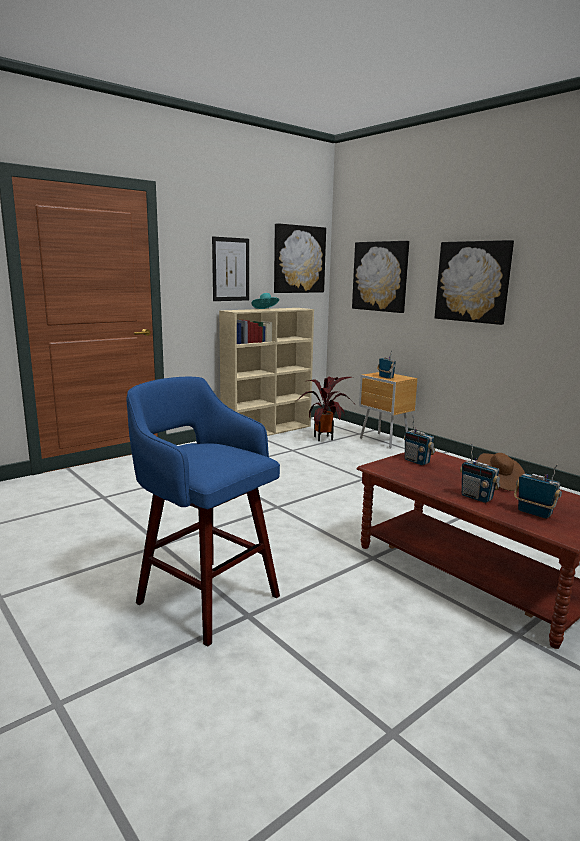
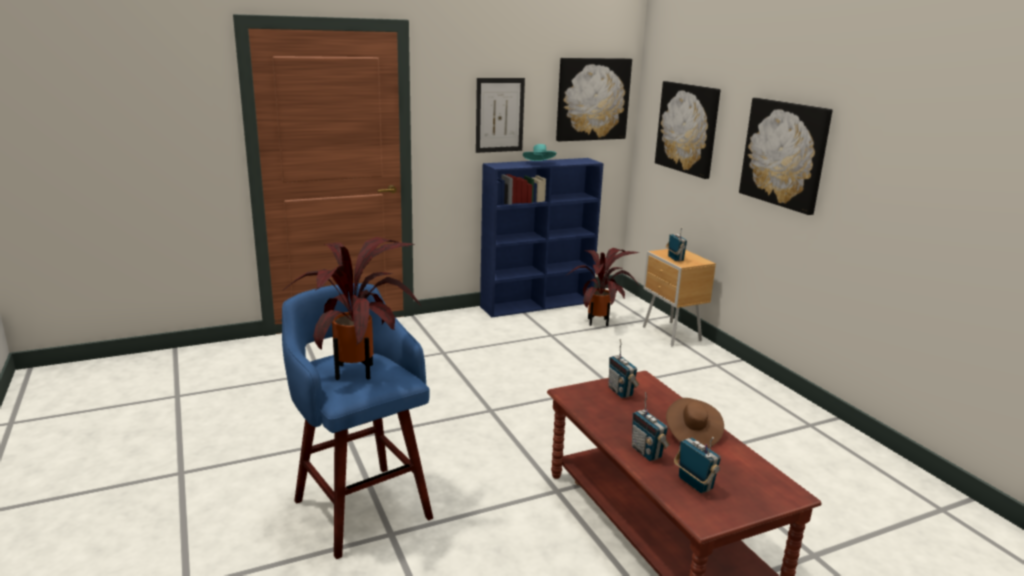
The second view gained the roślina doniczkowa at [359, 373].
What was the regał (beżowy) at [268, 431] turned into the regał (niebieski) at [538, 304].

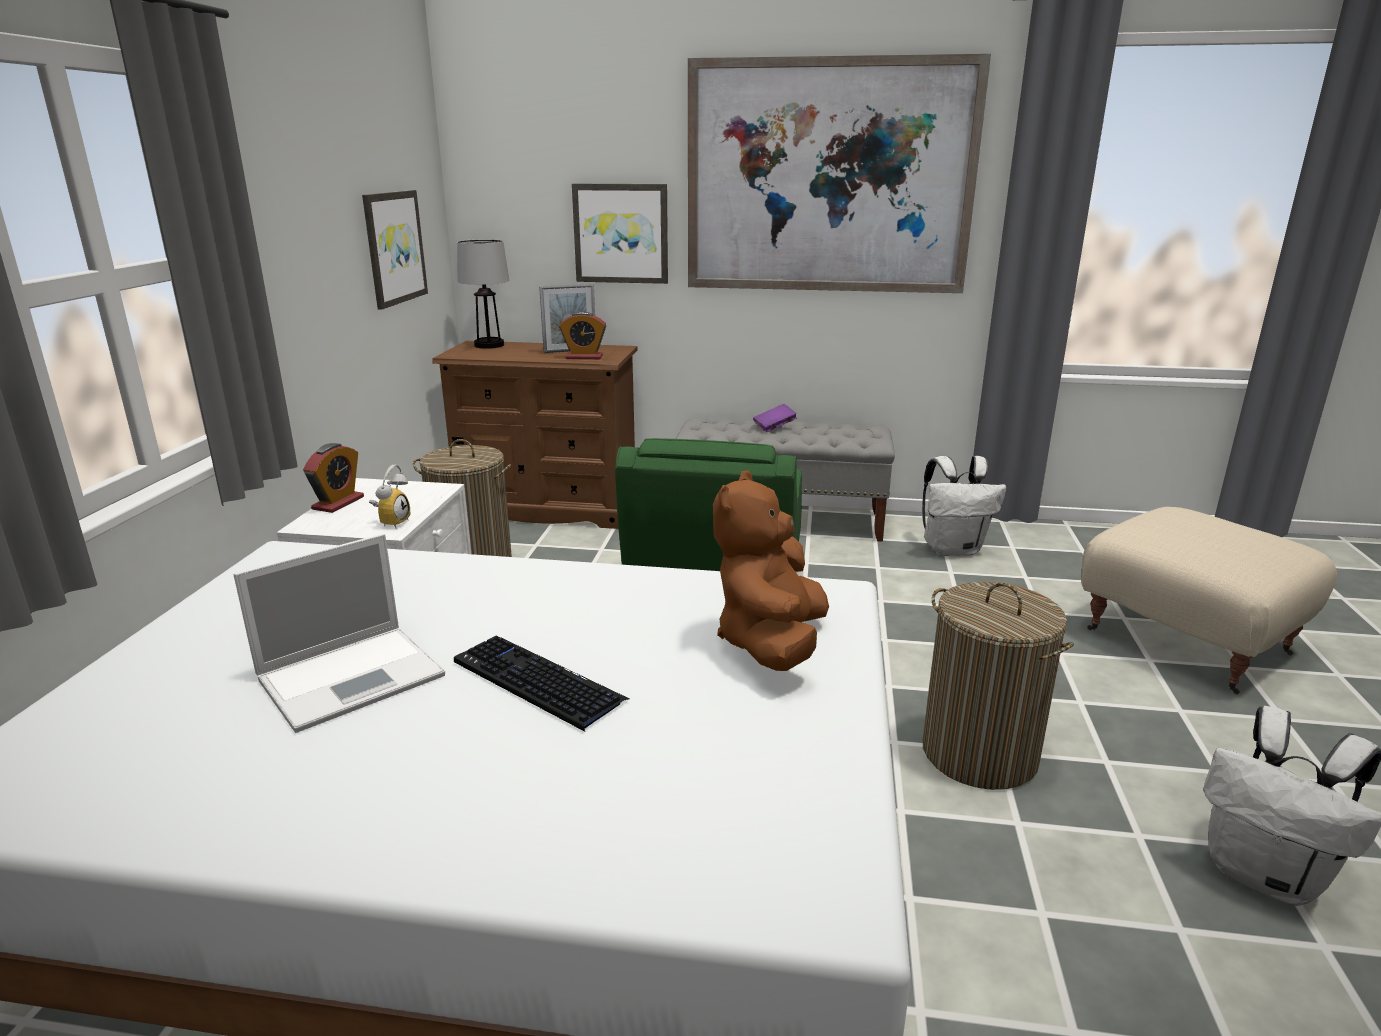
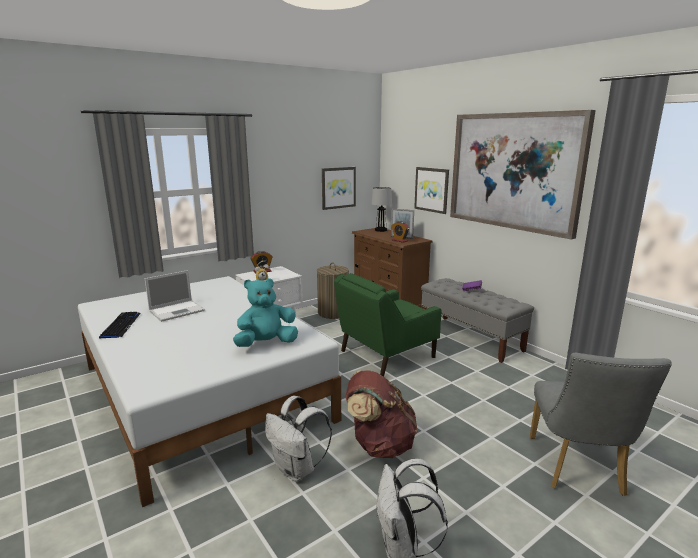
The klawiatura ended up elsewhere, having gone from [537, 682] to [121, 325].
The laptop at [354, 676] ended up facing another way, 45 degrees counterclockwise from before.
What was the pluszak (brązowy) at [771, 643] turned into the pluszak (turkusowy) at [266, 343].
The plecak (biały) ended up elsewhere, having gone from [953, 549] to [297, 469].
Where the kosz na pranie stood at [978, 753], the plecak (brązowy) came to stand at [379, 445].
Where the pufa (beżowy) stood at [1187, 641], the krzesło (szary) came to stand at [577, 470].

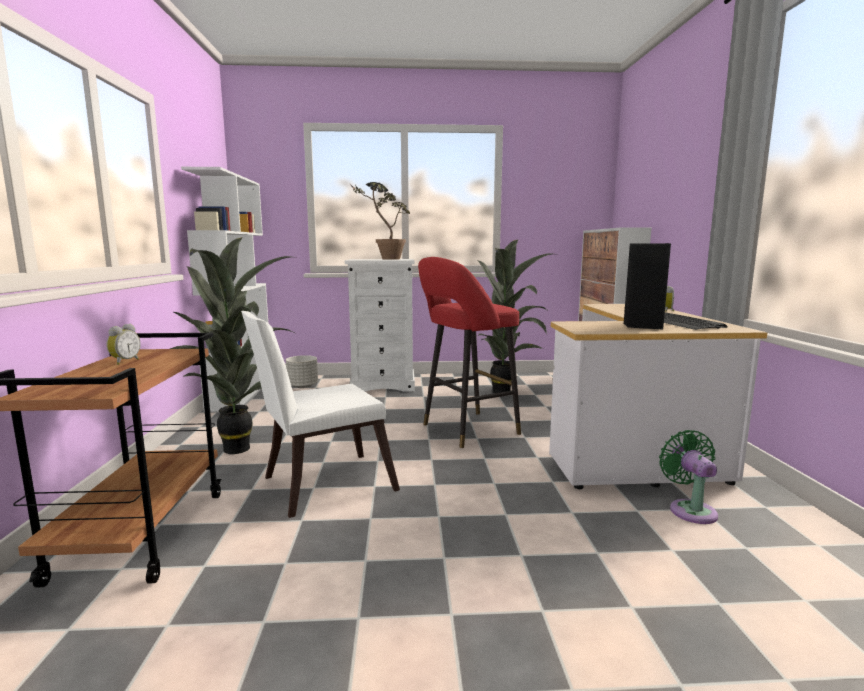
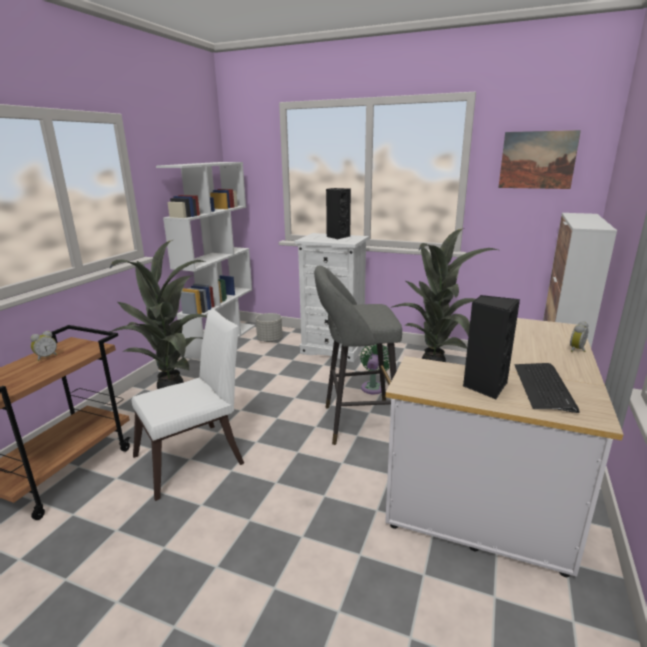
The krzesło (biały) at [320, 485] ended up facing another way, 150 degrees clockwise from before.
What was the stołek (czerwony) at [465, 430] turned into the stołek (szary) at [355, 422].
Where the roślina doniczkowa stood at [384, 259], the głośnik (czarny) came to stand at [337, 237].
The wentylator (zielony) ended up elsewhere, having gone from [690, 509] to [373, 386].
The second view gained the obraz at [537, 160].

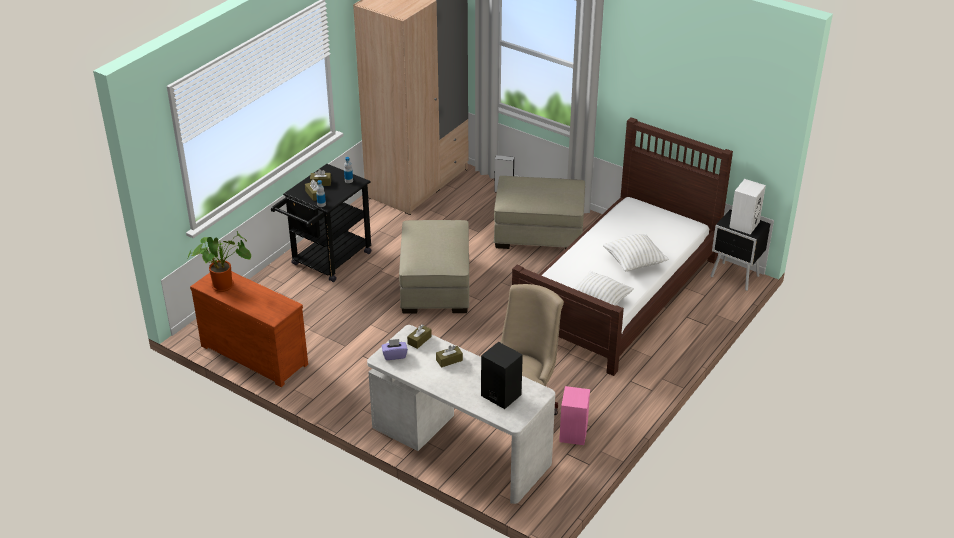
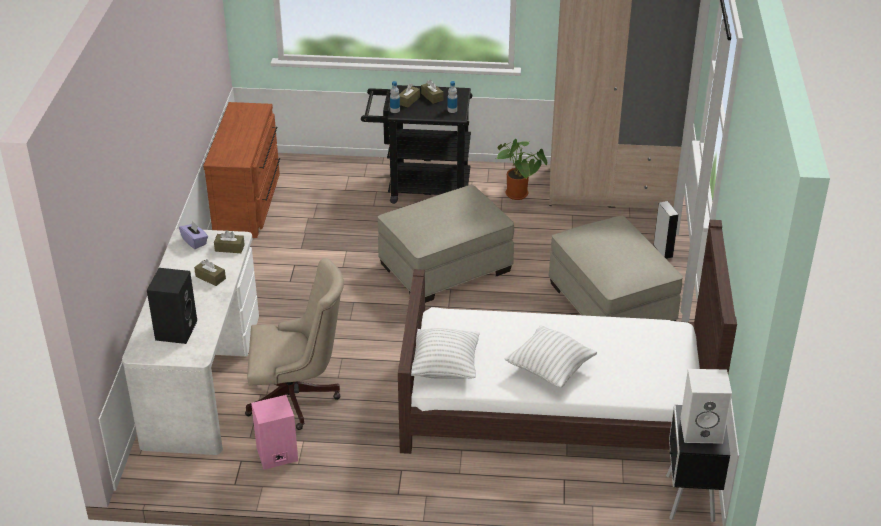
The roślina doniczkowa ended up elsewhere, having gone from [225, 285] to [519, 195].

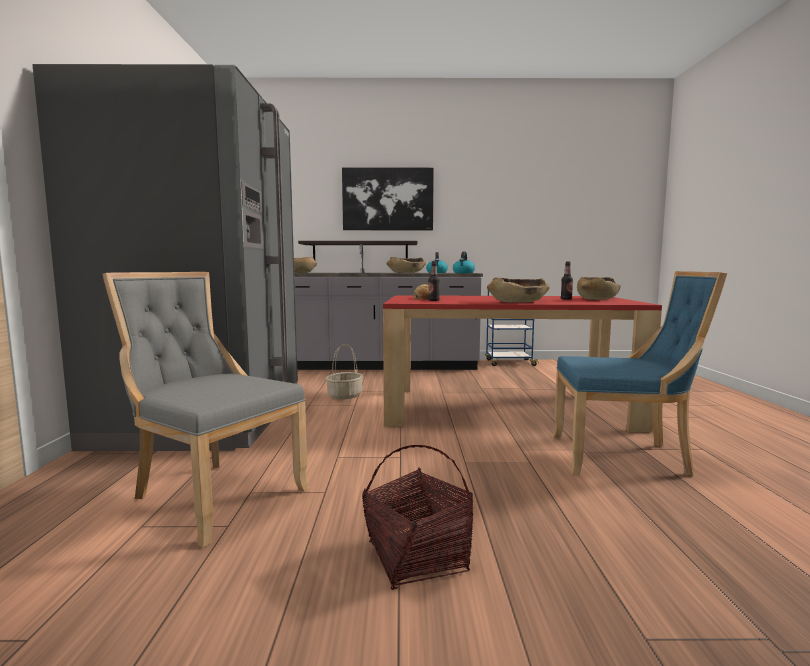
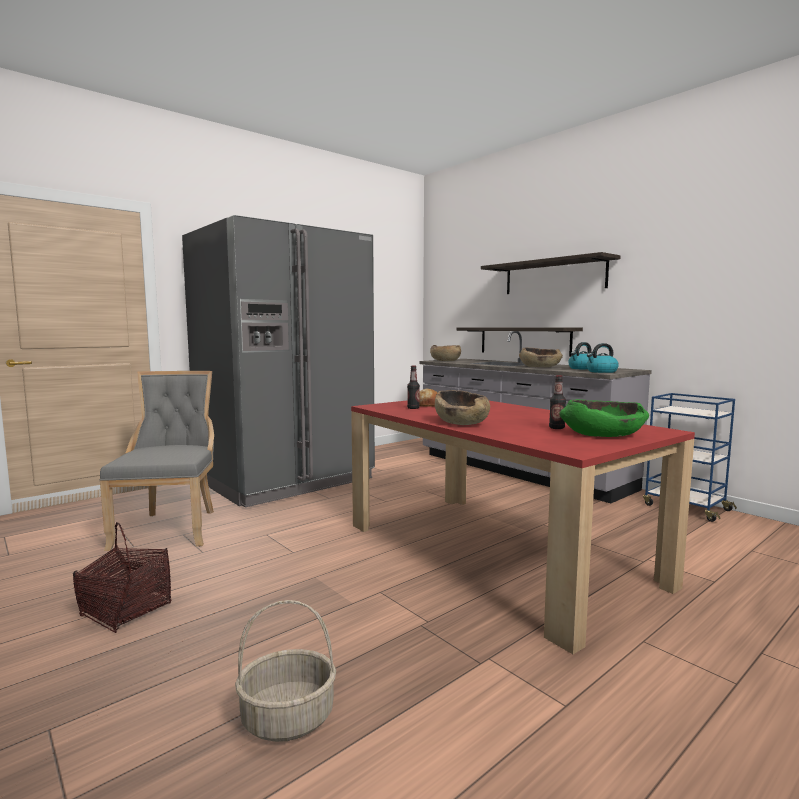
The koszyk ended up elsewhere, having gone from [345, 396] to [287, 719].
Where the obraz hung at [388, 199], the półka came to hang at [554, 276].
What was the miska (brązowy) at [597, 299] turned into the miska (zielony) at [602, 434].
The second view lost the krzesło (niebieski) at [624, 457].

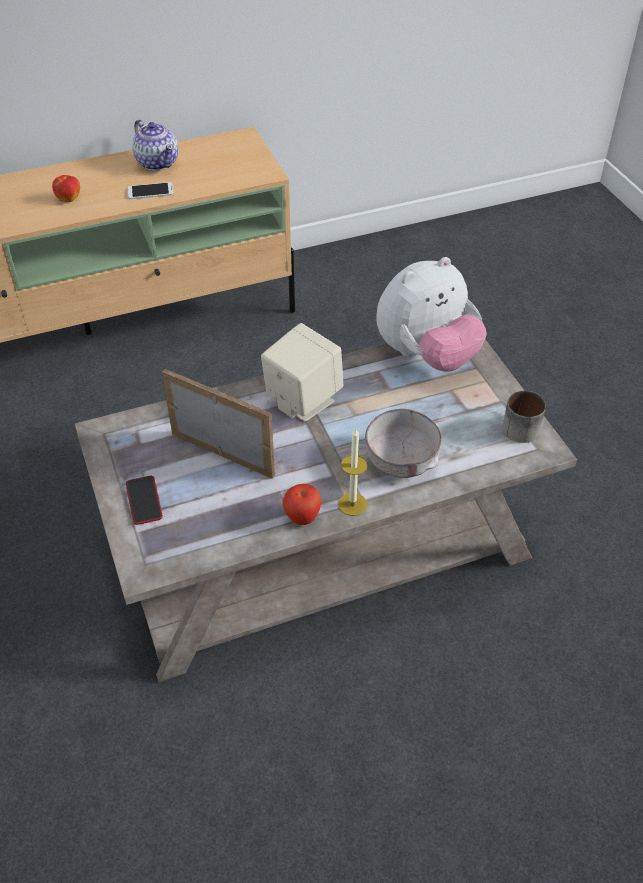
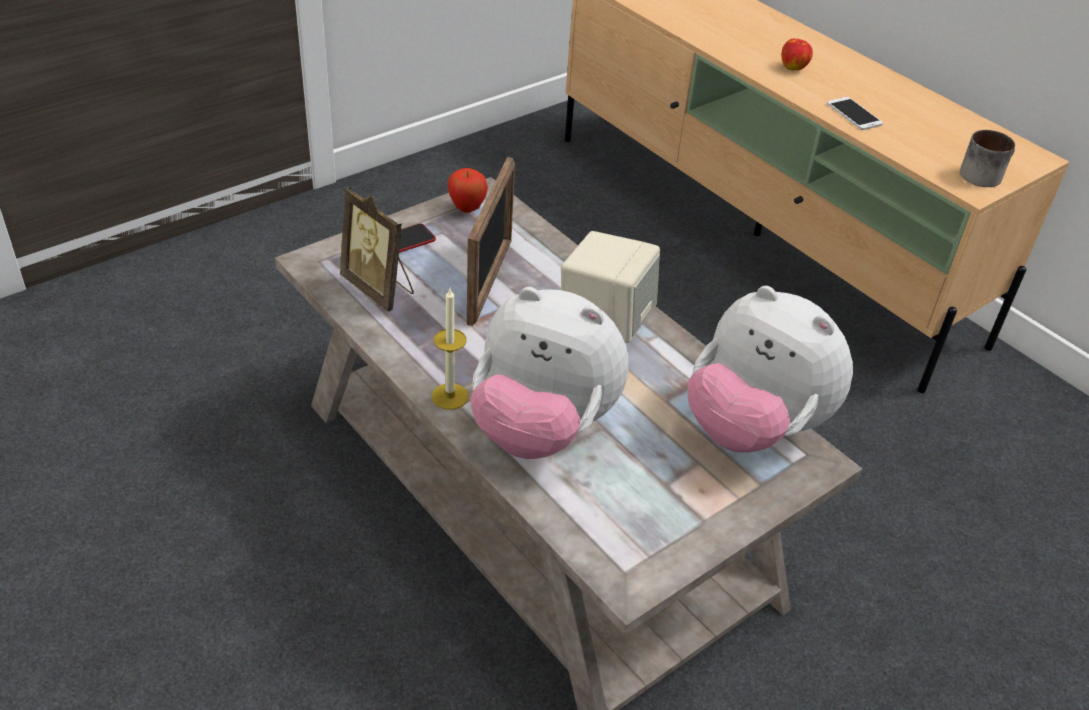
The second view gained the ramka na zdjęcie at [379, 288].
The jabłko ended up elsewhere, having gone from [302, 519] to [467, 208].
Where the miska (szary) stood at [401, 459], the pluszak came to stand at [542, 429].
The kubek ended up elsewhere, having gone from [517, 426] to [983, 174].
The second view lost the imbryk at [157, 162].

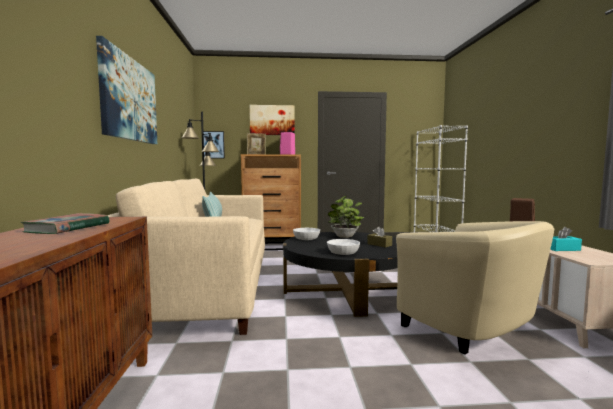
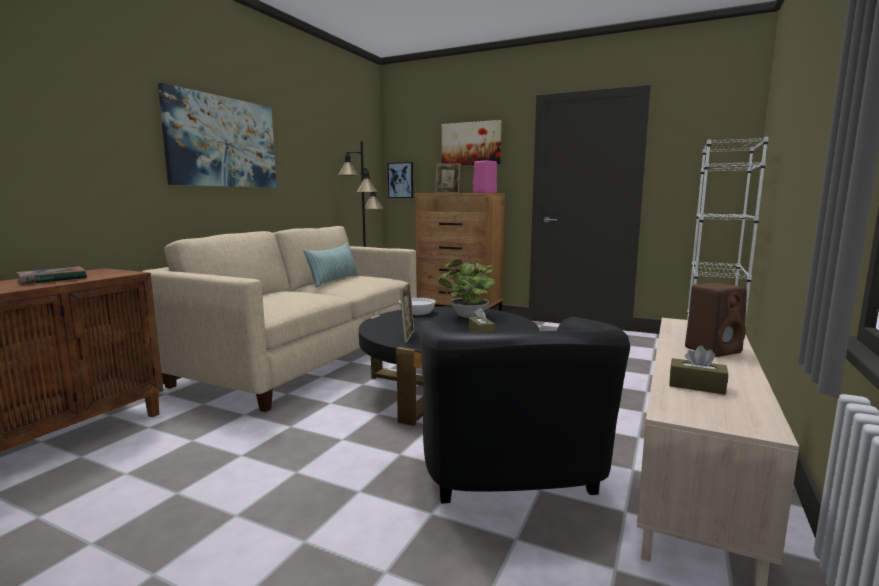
Where the miska (biały) stood at [342, 252], the ramka na zdjęcie came to stand at [407, 336].
What was the fotel (beżowy) at [471, 330] turned into the fotel (czarny) at [512, 480].
What was the pudełko chusteczek (turkusowy) at [562, 249] turned into the pudełko chusteczek (brązowy) at [696, 386].

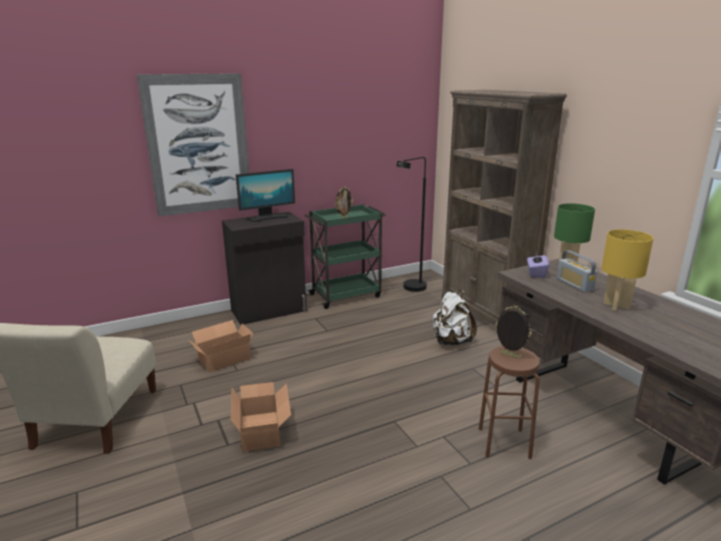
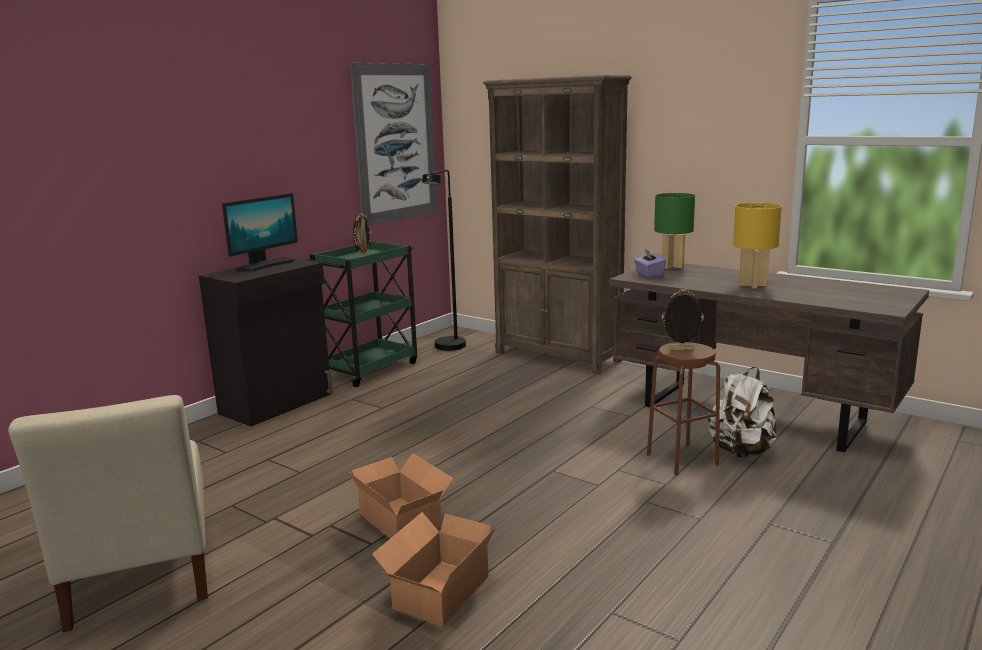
The obraz ended up elsewhere, having gone from [198, 145] to [395, 143].
The karton ended up elsewhere, having gone from [222, 358] to [437, 592].
The plecak (biały) ended up elsewhere, having gone from [451, 341] to [741, 452].
The second view lost the radio at [574, 284].

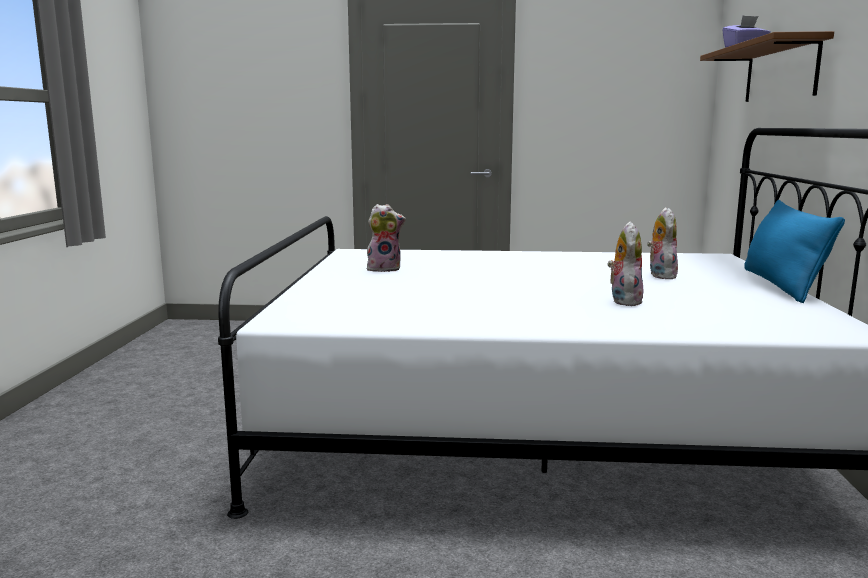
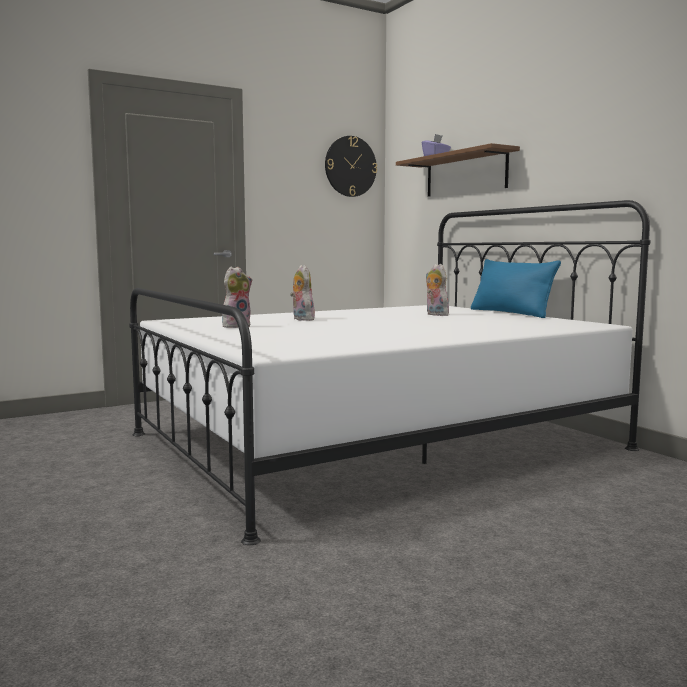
The pluszak ended up elsewhere, having gone from [623, 301] to [301, 319].
The second view gained the zegar ścienny at [350, 166].

